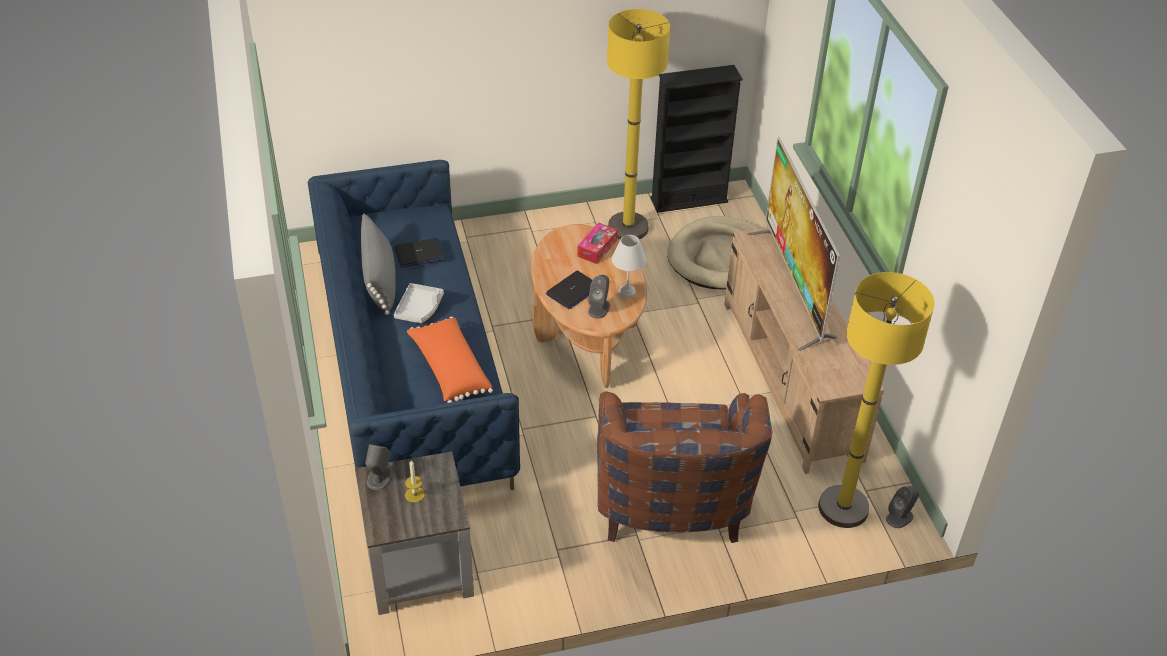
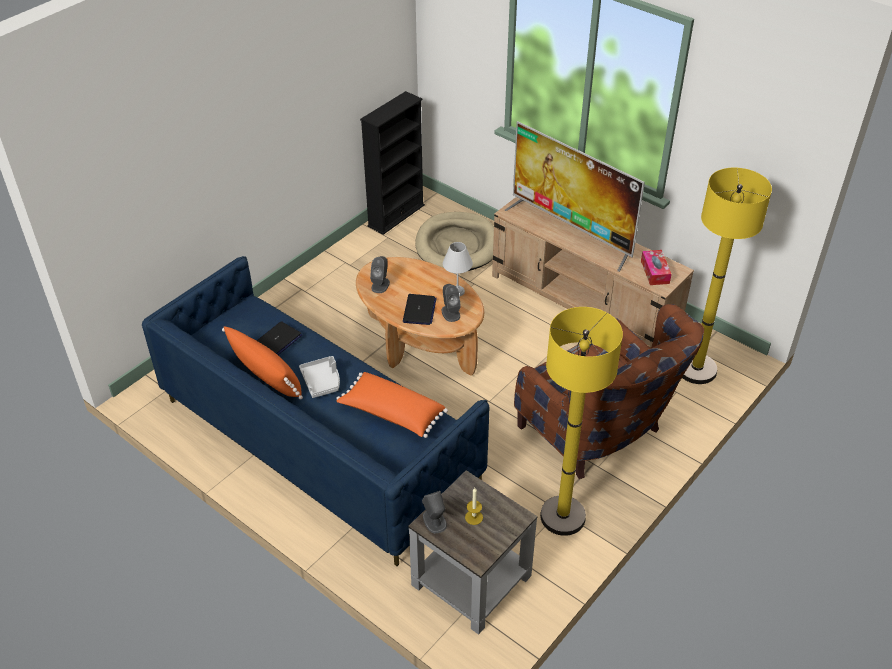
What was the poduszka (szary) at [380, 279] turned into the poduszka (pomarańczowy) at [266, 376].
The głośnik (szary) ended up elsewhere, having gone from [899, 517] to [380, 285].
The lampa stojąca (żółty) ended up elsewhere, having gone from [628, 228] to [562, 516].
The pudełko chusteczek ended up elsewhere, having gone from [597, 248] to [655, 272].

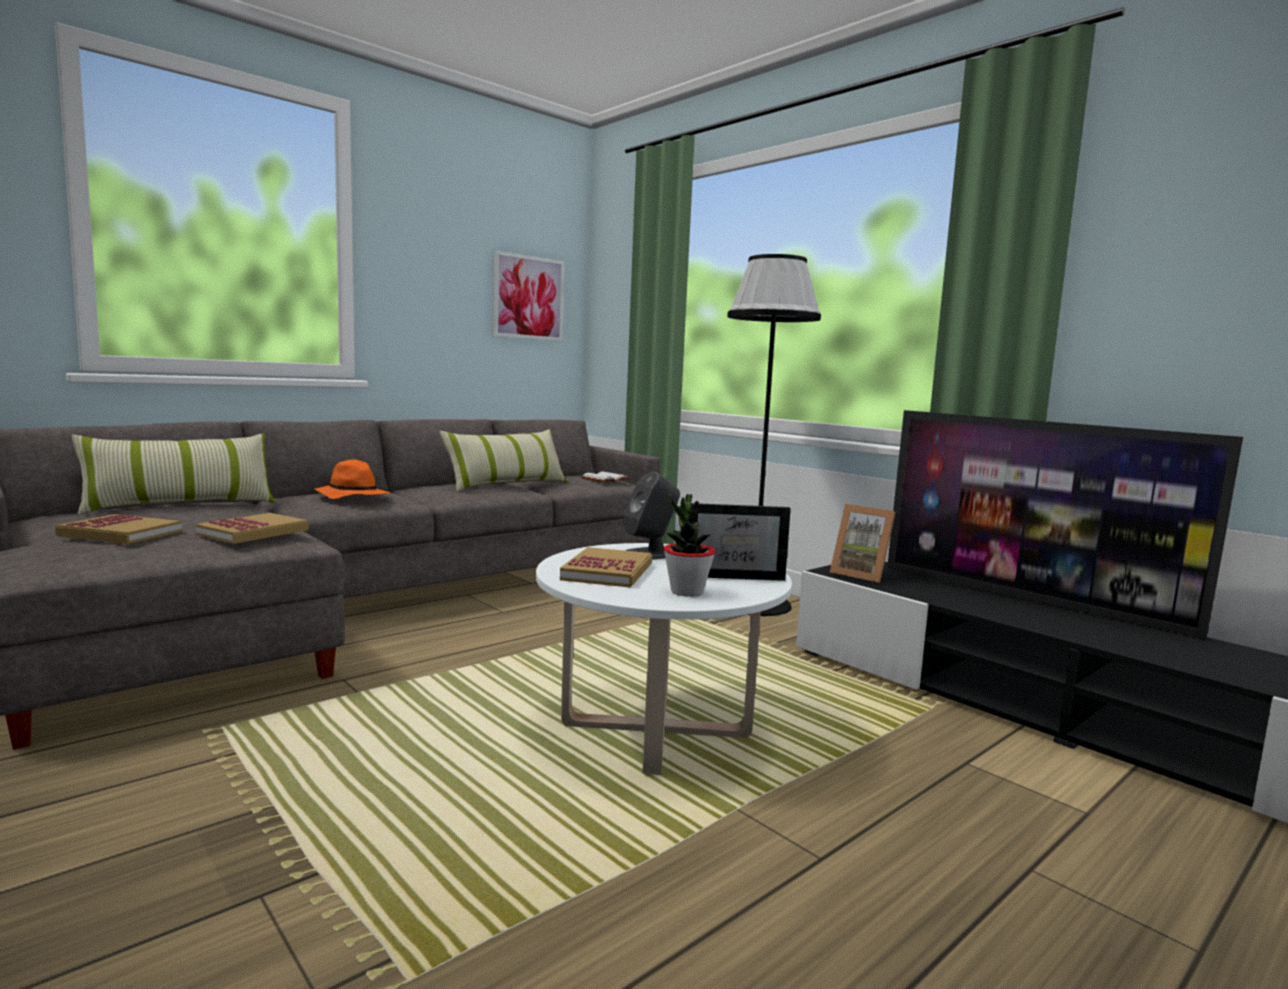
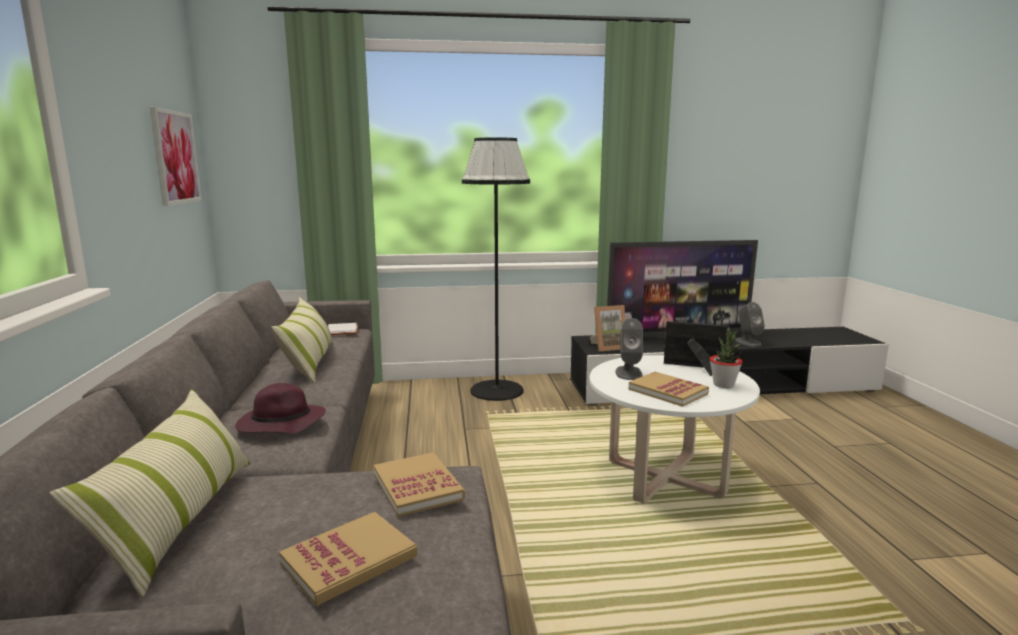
What was the kapelusz (pomarańczowy) at [351, 496] turned into the kapelusz (fioletowy) at [280, 424].
The ramka na zdjęcie at [735, 575] ended up facing another way, 105 degrees counterclockwise from before.
The second view gained the głośnik (szary) at [748, 342].

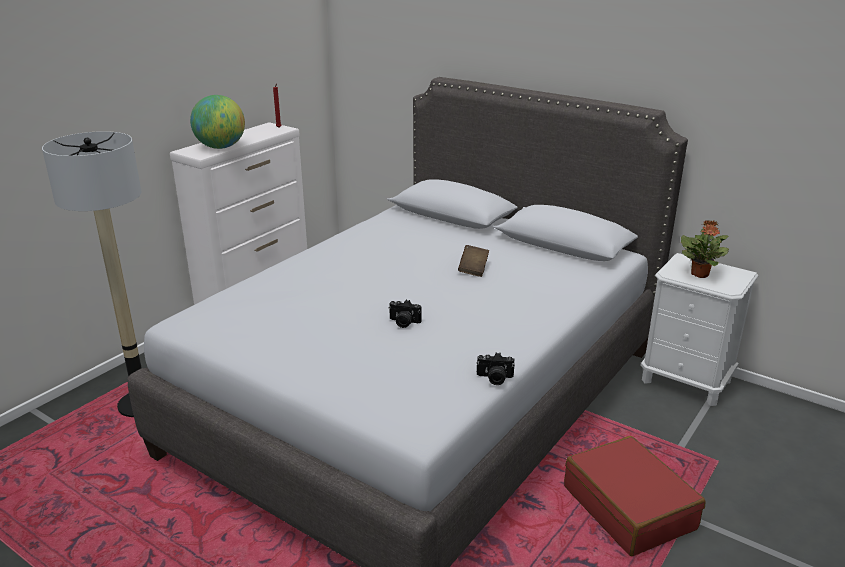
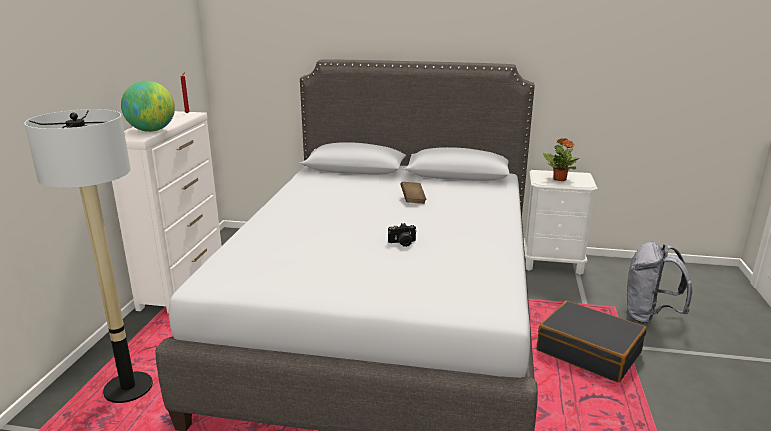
What was the walizka (czerwony) at [629, 507] turned into the walizka (czarny) at [589, 351].
The second view gained the plecak (szary) at [649, 316].
The second view lost the aparat fotograficzny at [494, 378].

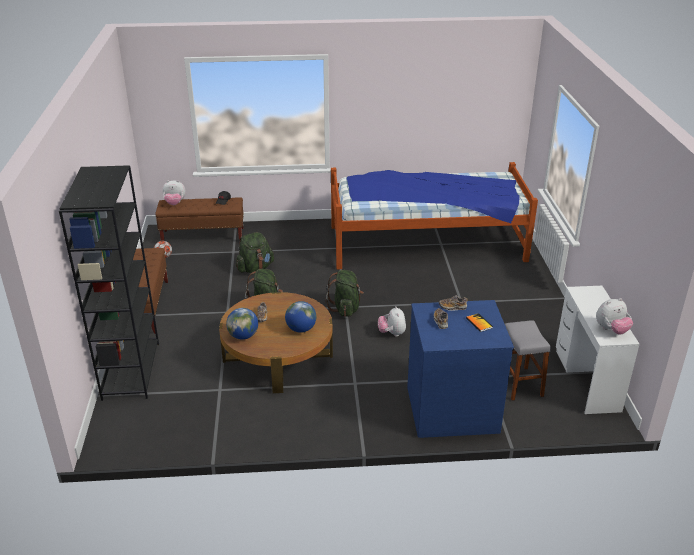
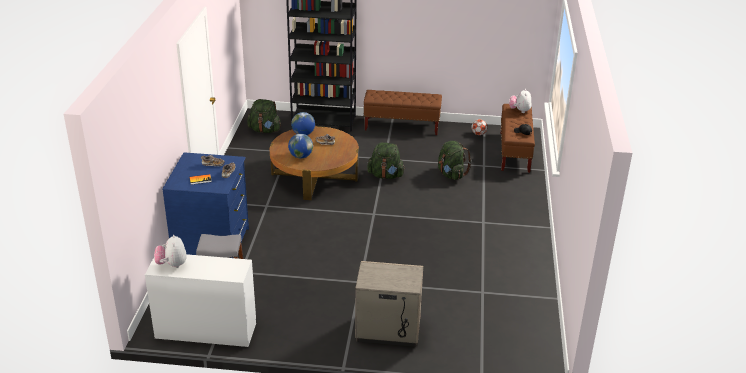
The plecak (zielony) ended up elsewhere, having gone from [345, 308] to [265, 130].
The second view gained the szafka nocna (beżowy) at [388, 330].
The second view lost the łóżko at [426, 243].
The second view lost the pluszak at [392, 333].

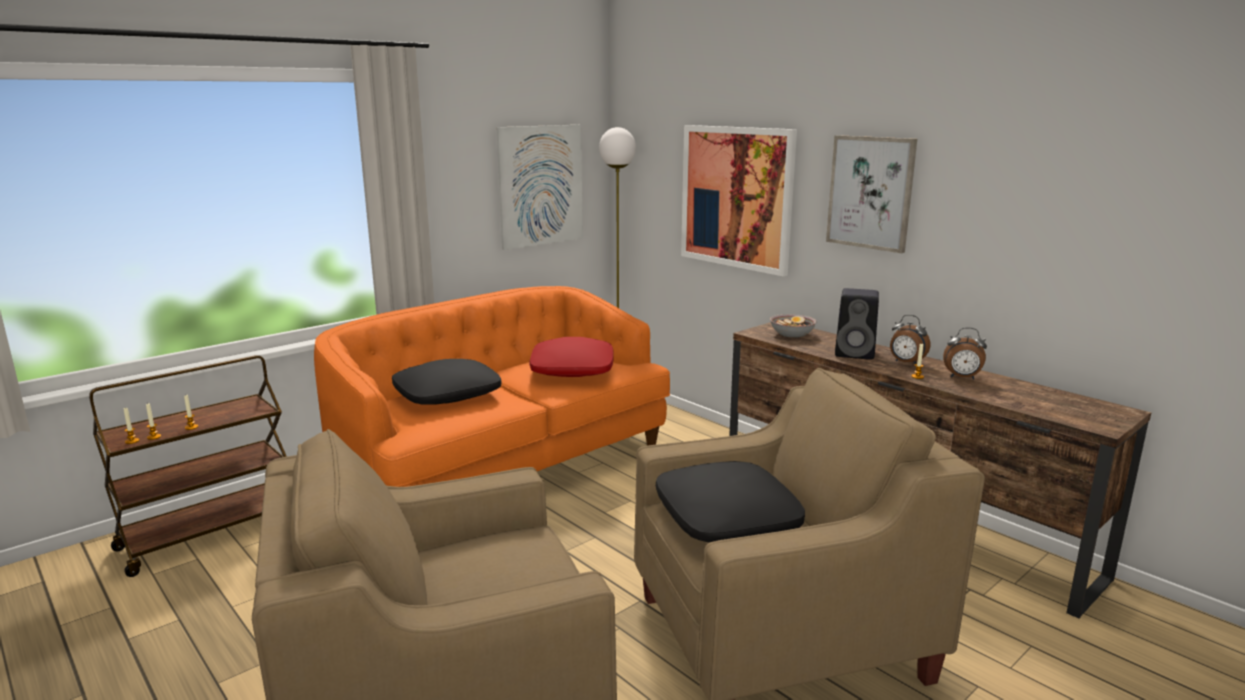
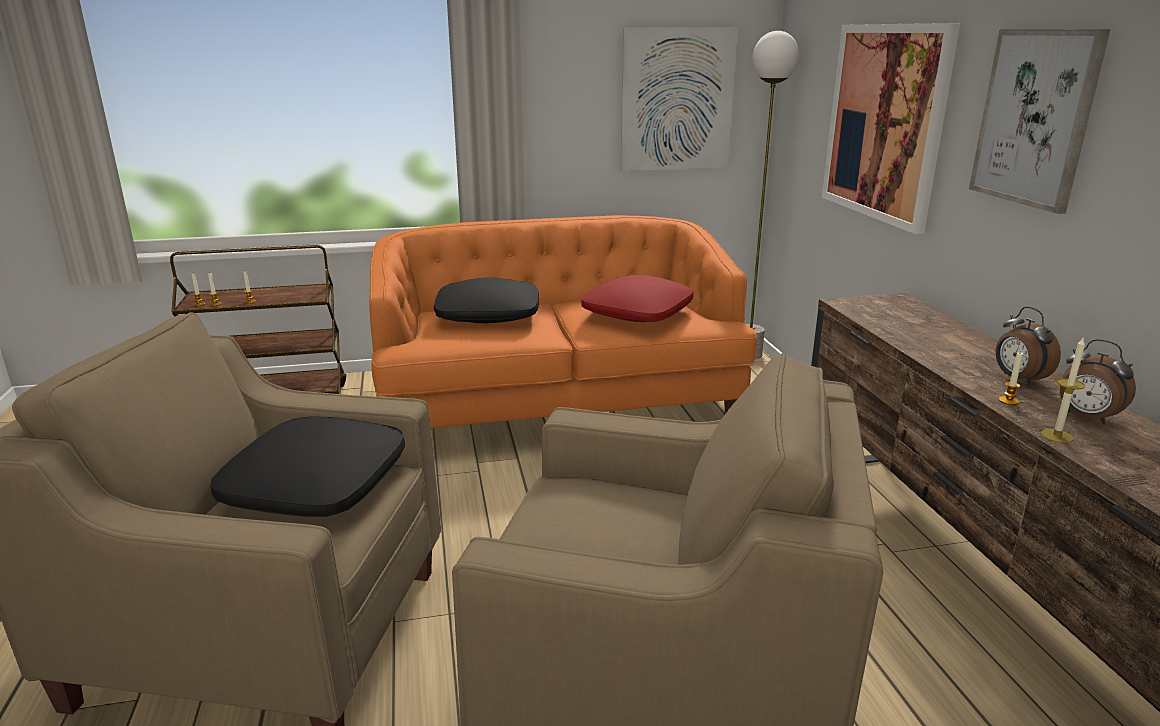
The poduszka (czarny) ended up elsewhere, having gone from [725, 517] to [315, 483].
The second view gained the świeca at [1057, 436].
The second view lost the miska at [792, 334].
The second view lost the głośnik (czarny) at [856, 353].

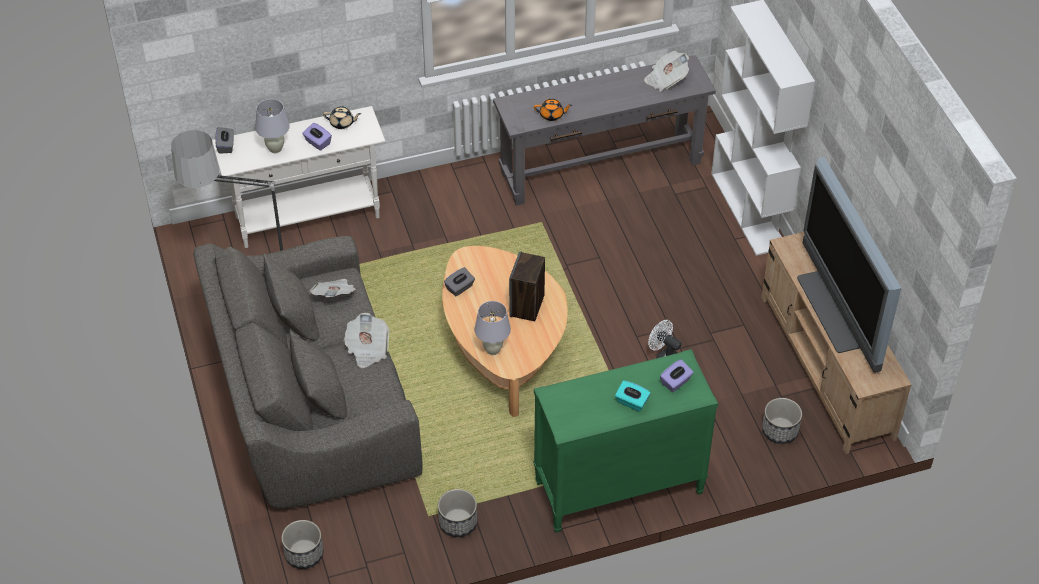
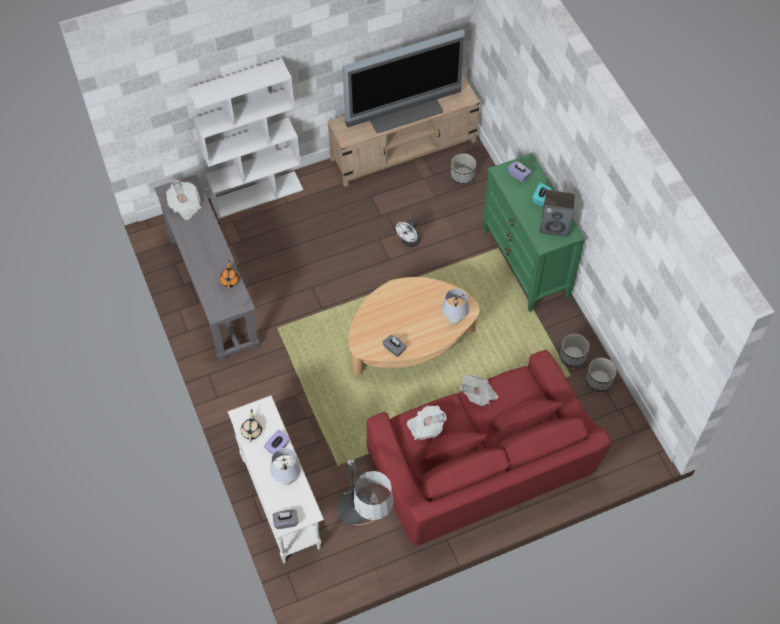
What was the kanapa (szary) at [312, 402] turned into the kanapa (czerwony) at [480, 467].
The głośnik ended up elsewhere, having gone from [527, 306] to [555, 226].
The donica ended up elsewhere, having gone from [303, 554] to [599, 380].

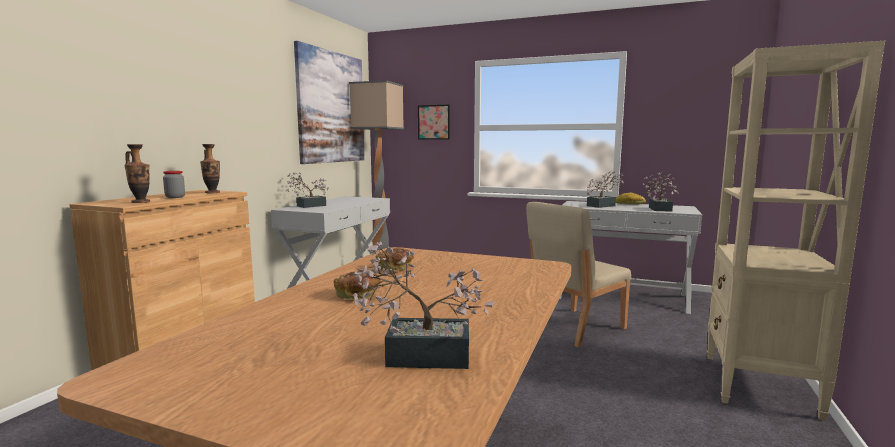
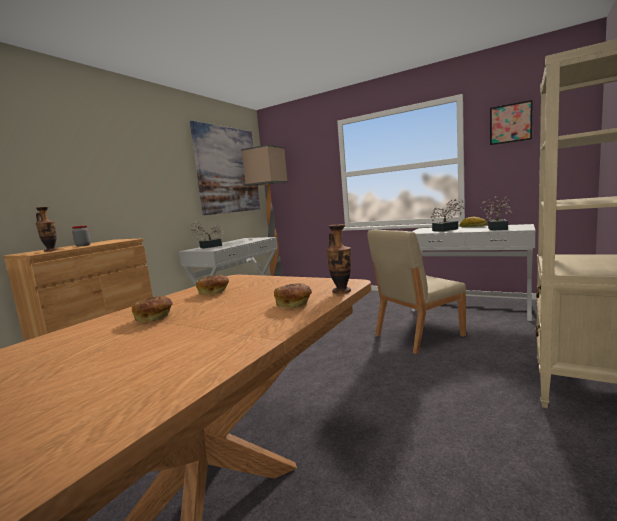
The second view gained the chleb at [294, 305].
The wazon ended up elsewhere, having gone from [212, 192] to [341, 291].
The obraz ended up elsewhere, having gone from [434, 122] to [510, 123].
The second view lost the roślina doniczkowa at [417, 355].

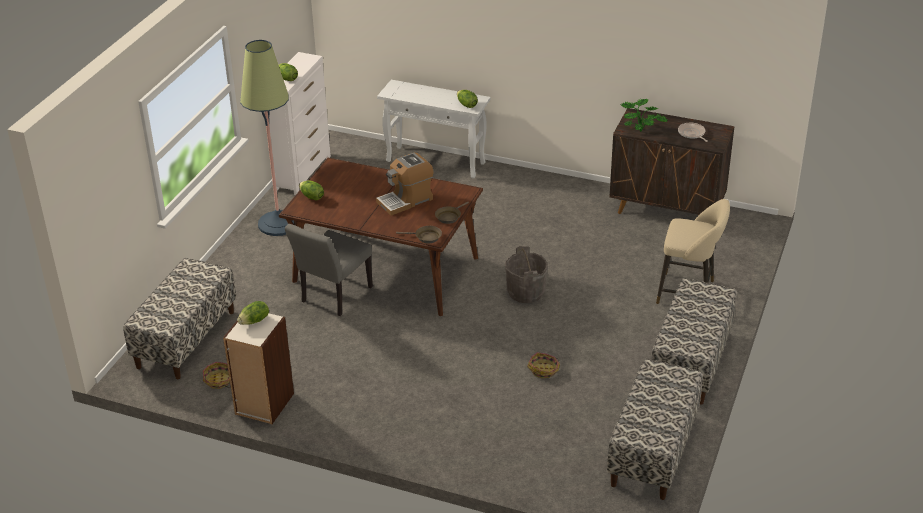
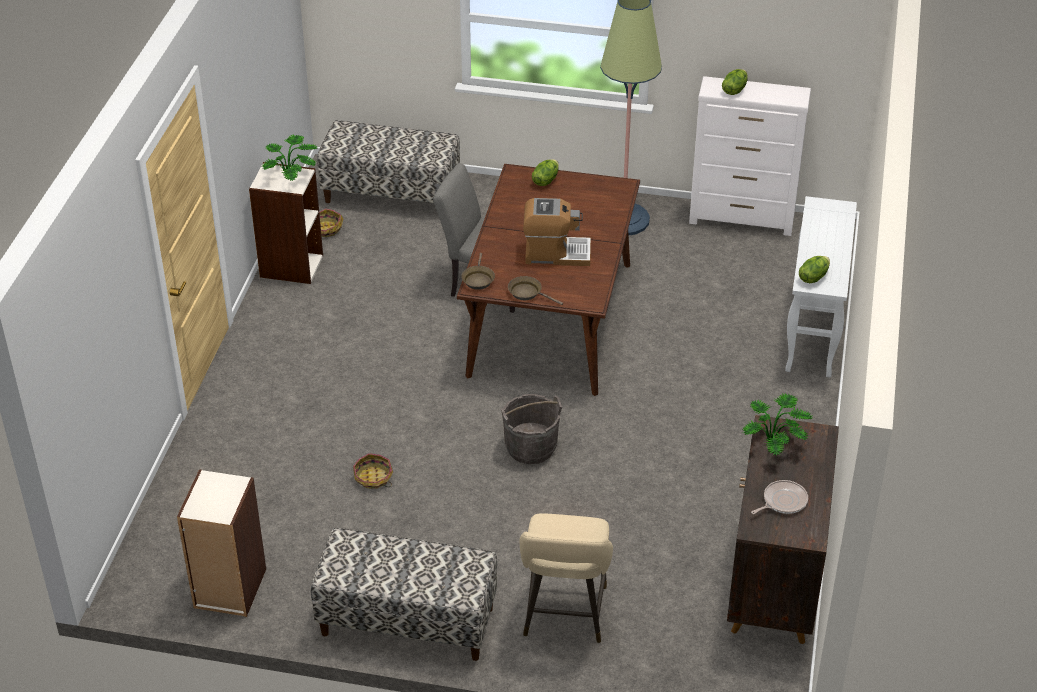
Where the ławka stood at [653, 451], the regał came to stand at [229, 589].
Where the sałata stood at [254, 321], the roślina doniczkowa came to stand at [292, 177].
The ekspres do kawy at [406, 200] ended up facing another way, 135 degrees clockwise from before.

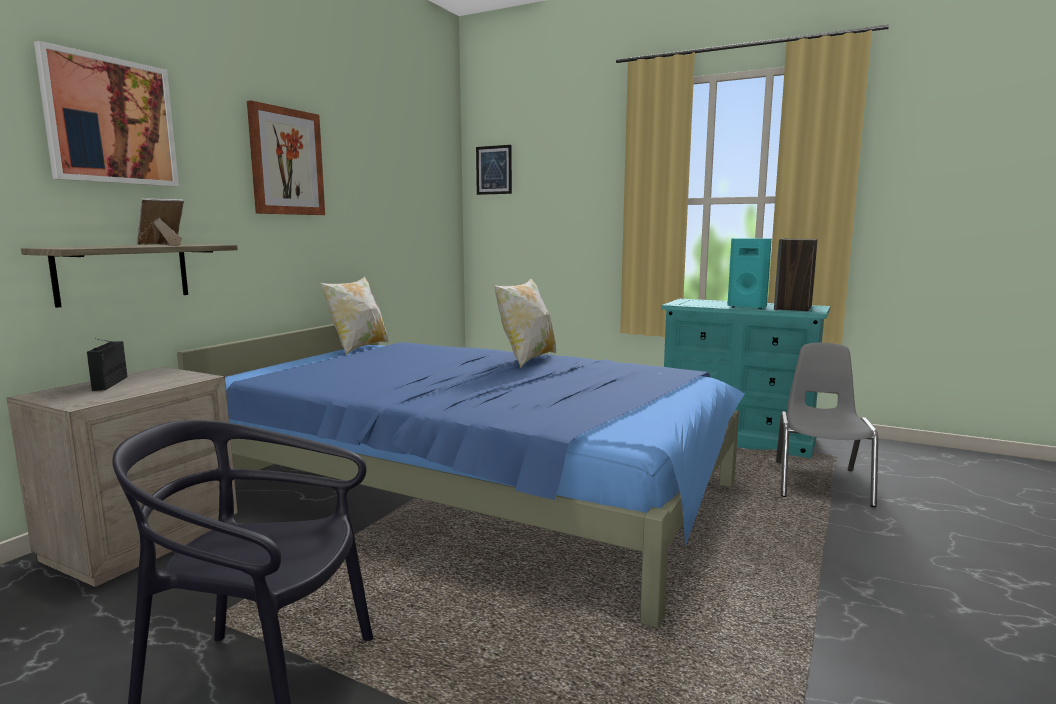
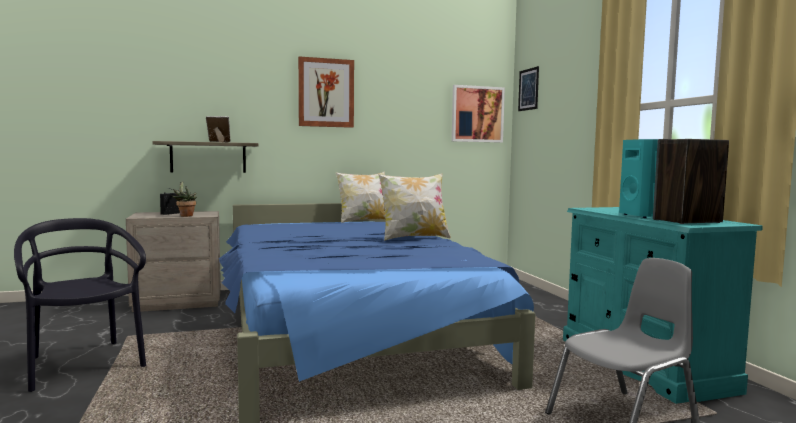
The second view gained the roślina doniczkowa at [185, 215].
The obraz ended up elsewhere, having gone from [110, 121] to [477, 114].

